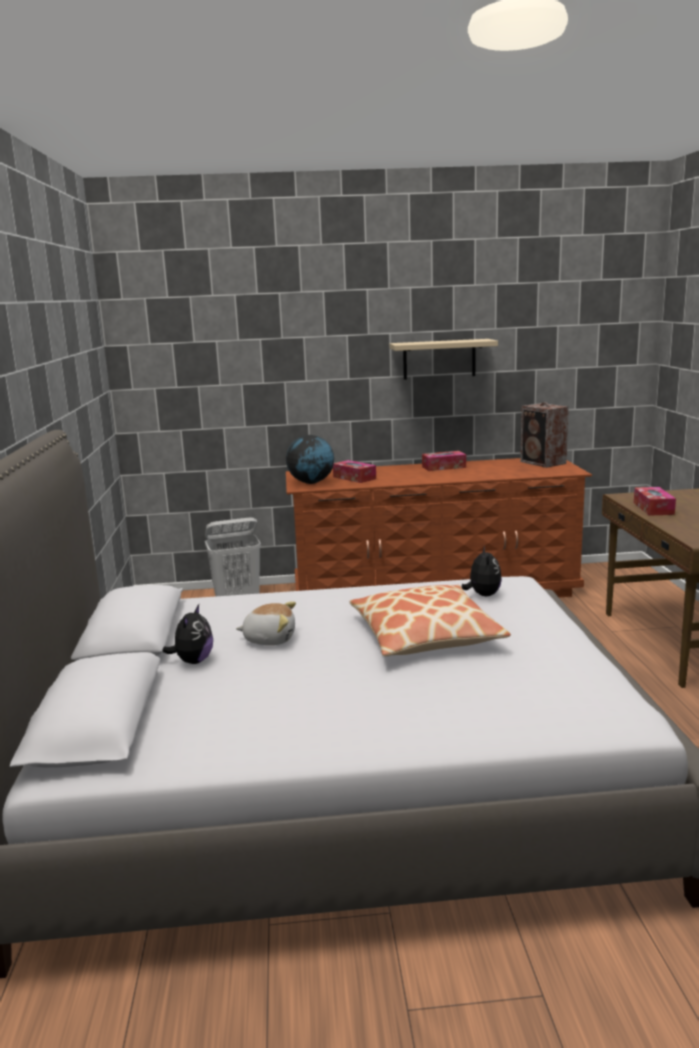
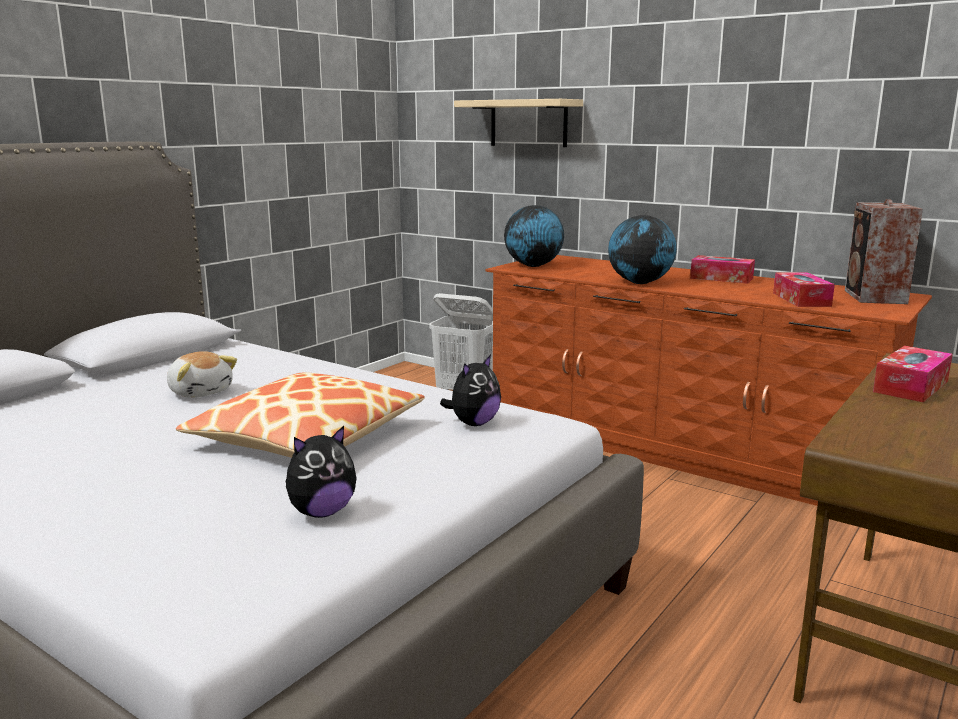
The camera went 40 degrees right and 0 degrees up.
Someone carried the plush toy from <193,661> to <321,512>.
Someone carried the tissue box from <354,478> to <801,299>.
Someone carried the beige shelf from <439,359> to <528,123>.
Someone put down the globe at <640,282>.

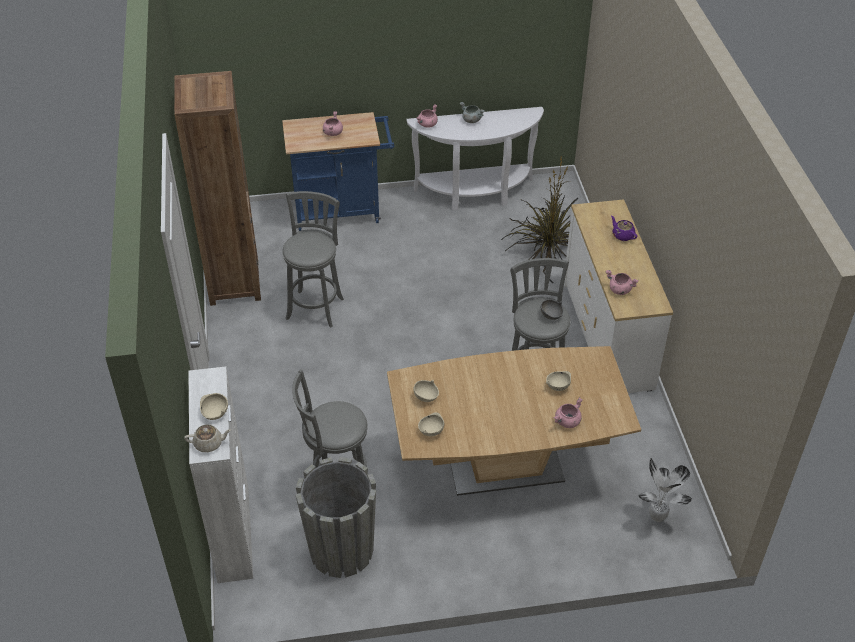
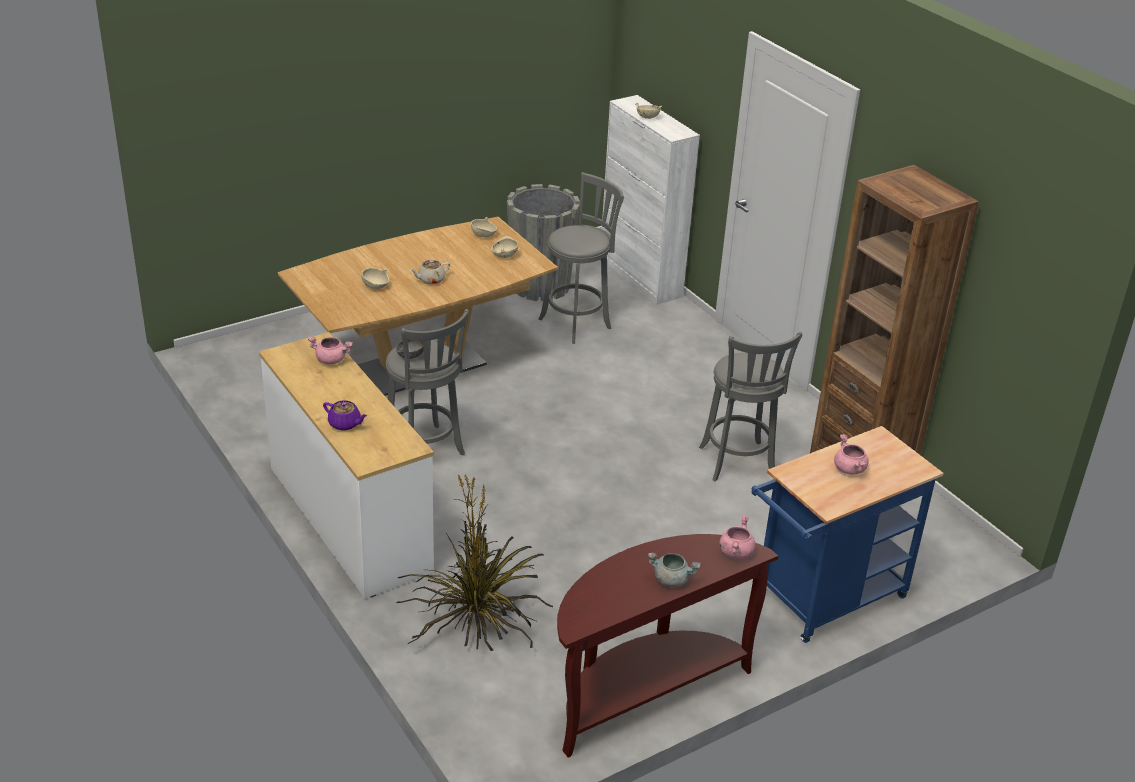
The camera went 155 degrees right and 10 degrees down.
Someone carried the beige teapot from <209,444> to <430,279>.
Someone repainted the white console table at <475,193>, which became the brown console table at <644,692>.
Someone took away the pink cooking pot at <567,422>.
Someone took away the potted plant at <657,518>.

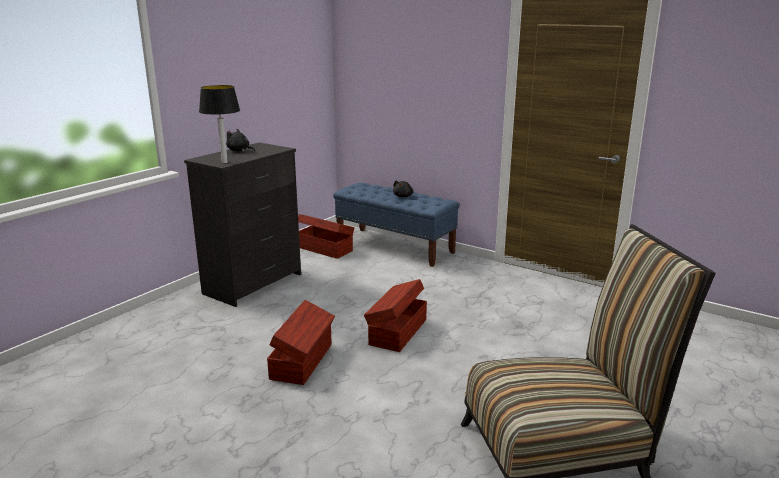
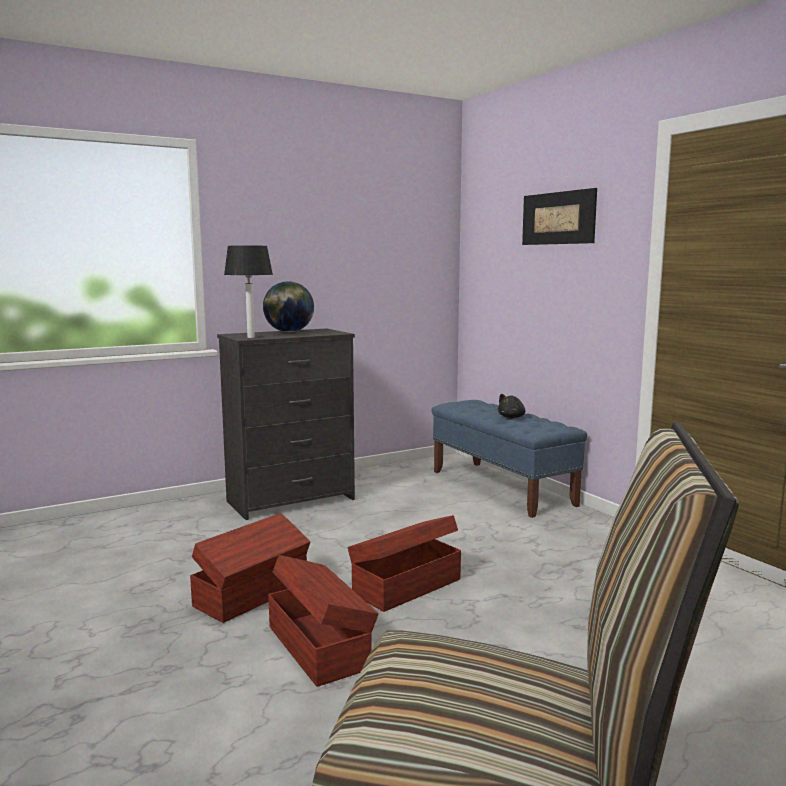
The camera went 25 degrees right and 10 degrees down.
Someone swapped the black plush toy at <239,151> for the globe at <289,332>.
Someone carried the brown storage box from <324,248> to <319,646>.
Someone put up the picture at <558,218>.

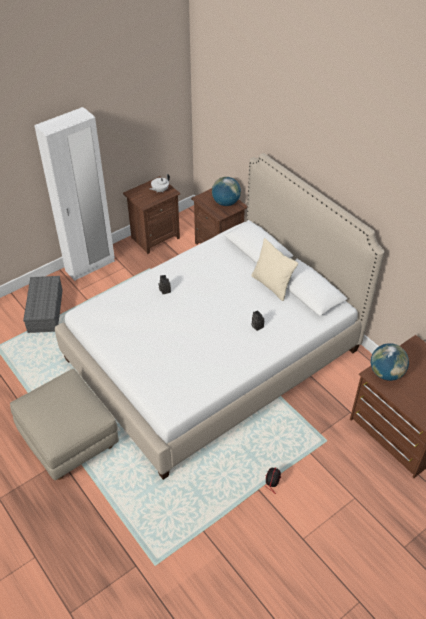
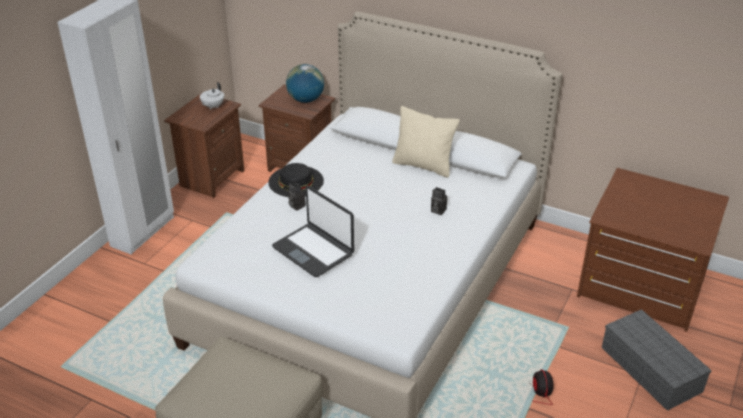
The camera went 25 degrees left and 10 degrees down.
Someone carried the grey storage box from <46,311> to <652,370>.
Someone took away the globe at <386,373>.
Someone put down the black hat at <296,181>.
Someone put down the laptop at <313,250>.

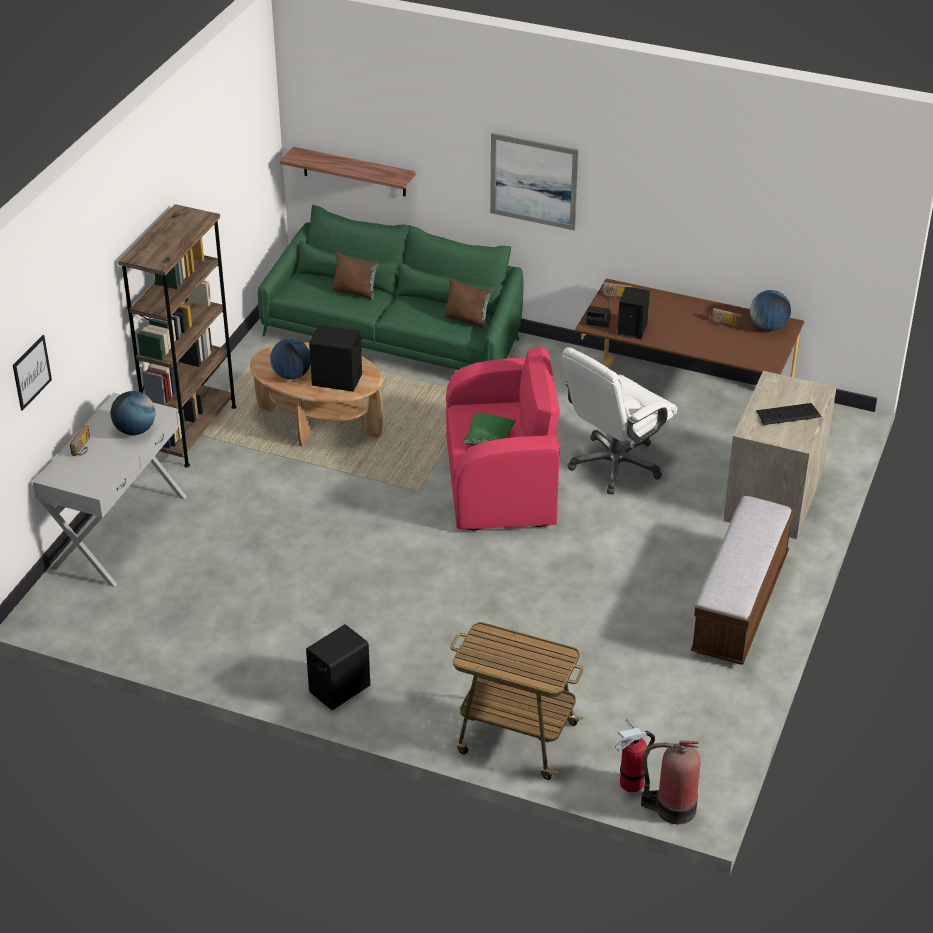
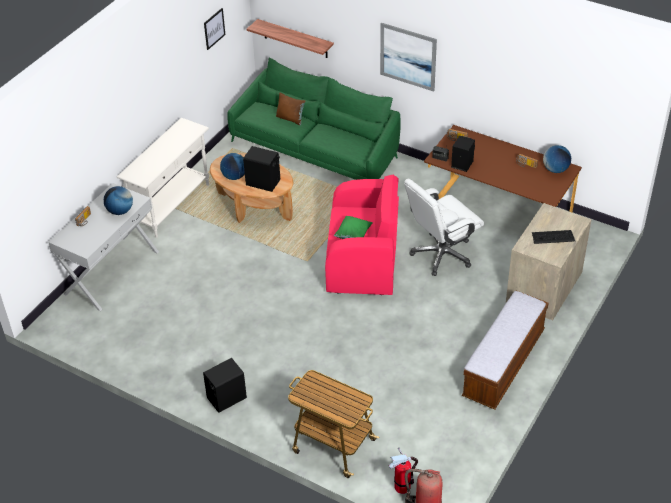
The camera went 10 degrees right and 5 degrees up.
Someone carried the picture from <31,372> to <214,28>.
Someone swapped the brown bookcase at <192,431> for the white console table at <172,206>.
Someone took away the brown pillow at <467,320>.

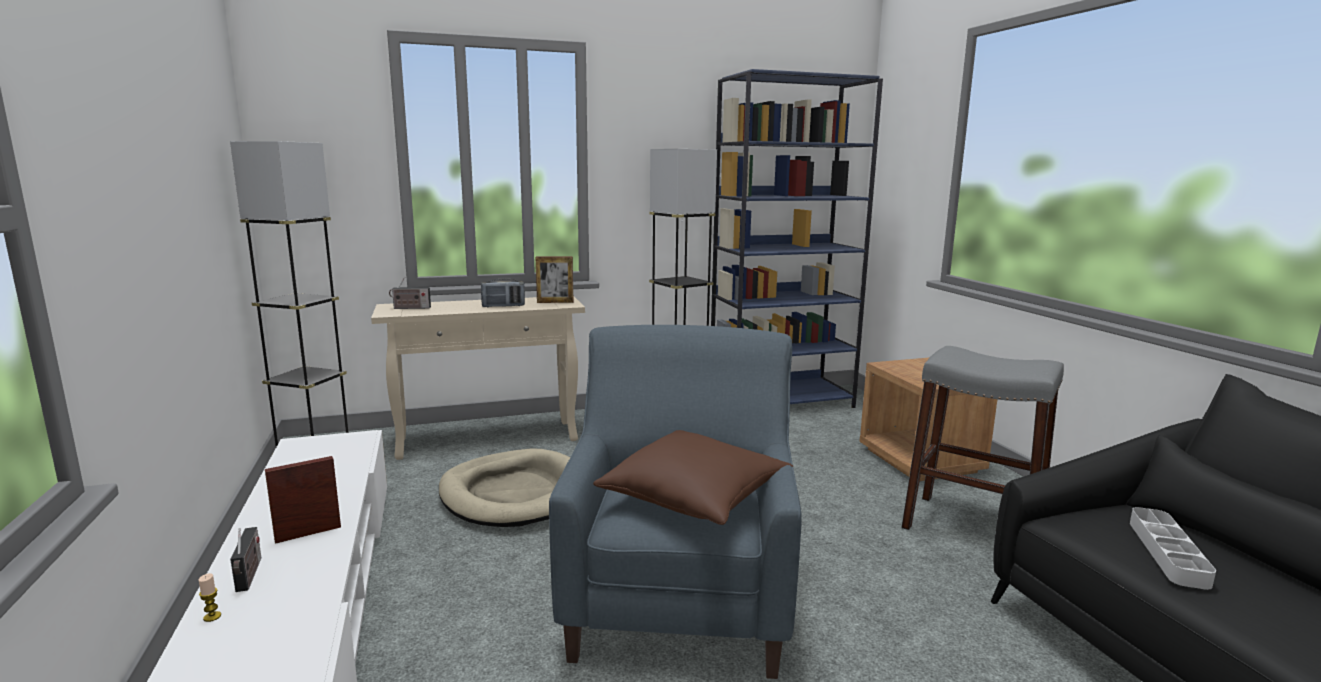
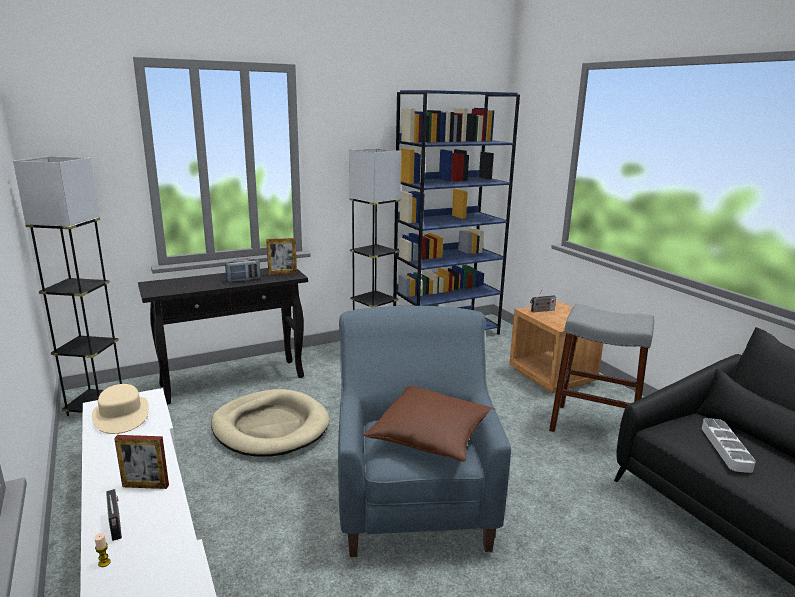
The camera went 10 degrees left and 5 degrees up.
Someone rotated the picture frame at <308,533> by 135 degrees counterclockwise.
Someone repainted the beige console table at <489,439>, which became the black console table at <234,380>.
Someone carried the radio from <410,308> to <541,310>.
Someone put down the beige hat at <121,415>.

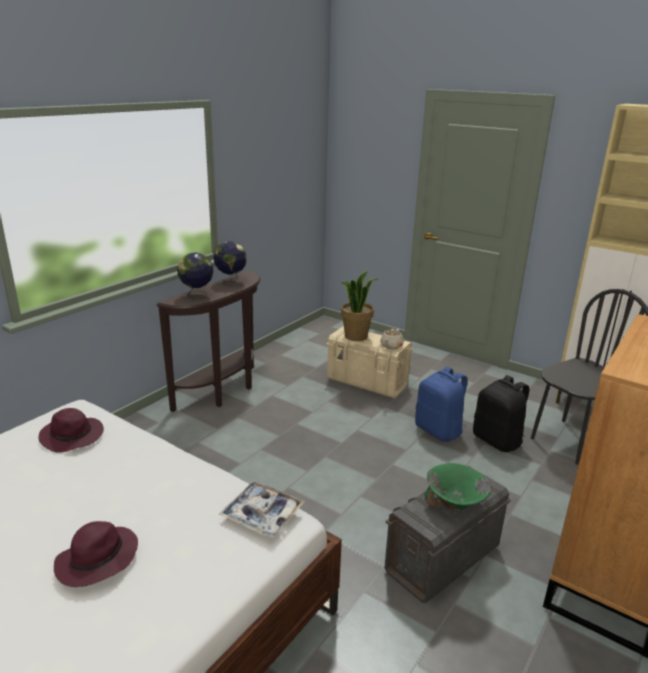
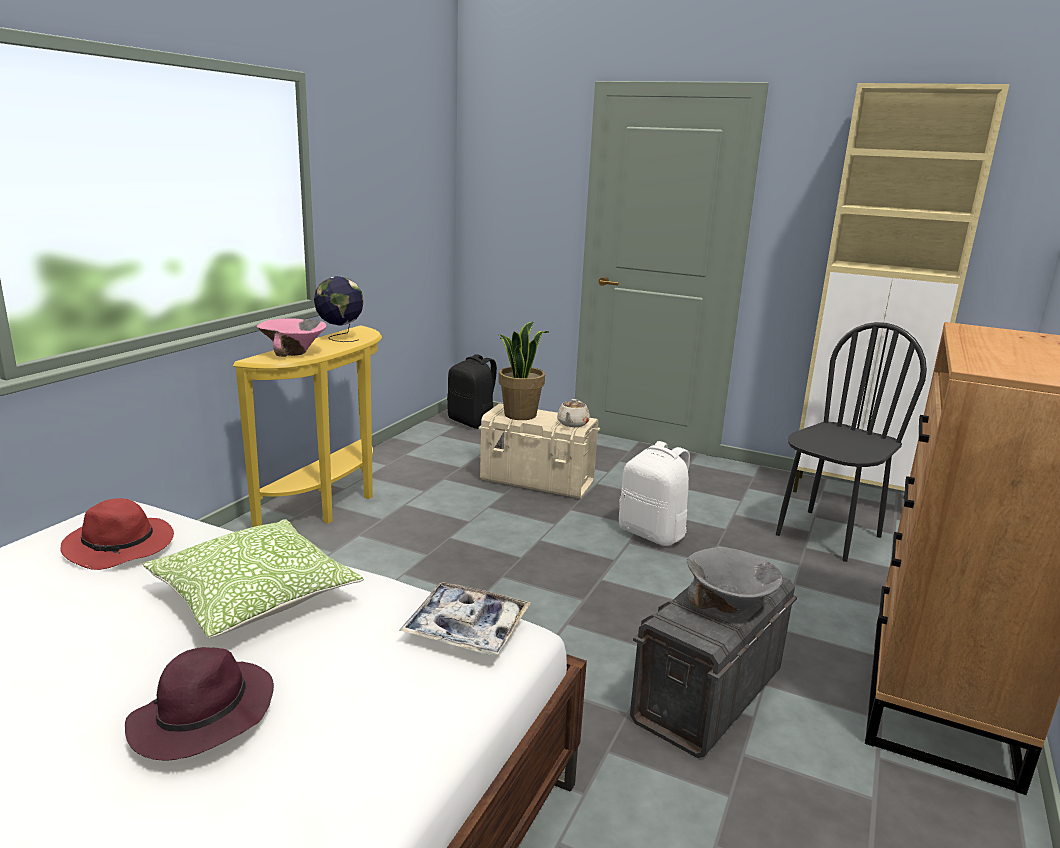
The camera went 10 degrees left and 5 degrees down.
Someone repainted the purple hat at <73,437>, which became the red hat at <121,547>.
Someone repainted the brown console table at <224,391>, which became the yellow console table at <332,503>.
Someone swapped the globe at <197,296> for the pink bowl at <294,353>.
Someone repainted the blue backpack at <439,431>, which became the white backpack at <653,534>.
Someone repainted the green bowl at <454,504>, which became the grey bowl at <728,605>.
Someone carried the black backpack from <497,441> to <473,422>.
Someone put down the pillow at <254,597>.

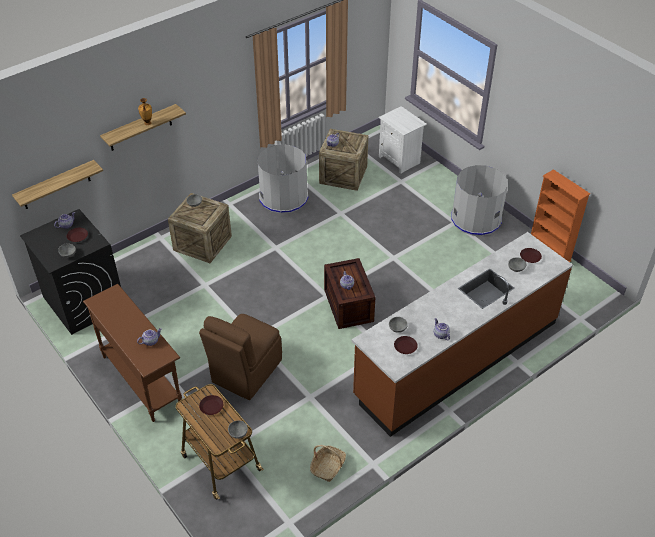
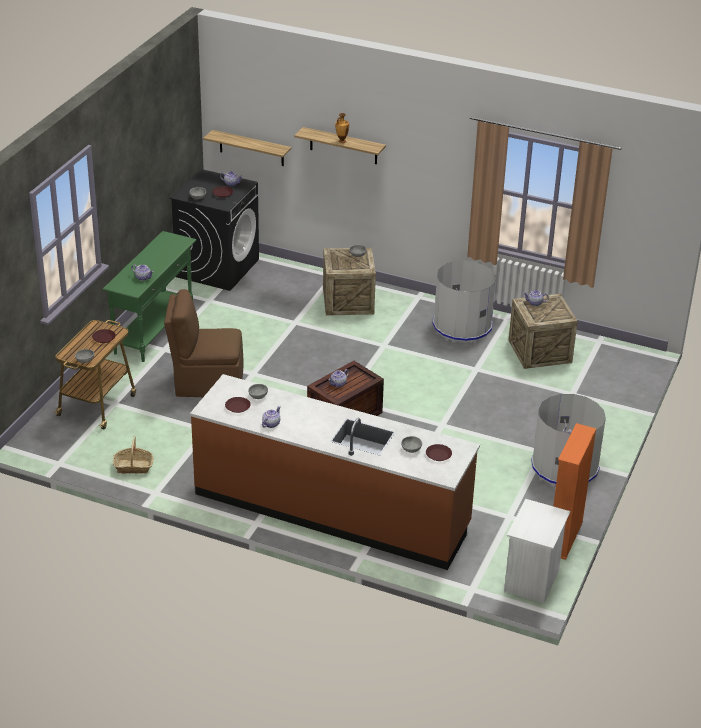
The camera went 60 degrees right and 10 degrees down.
Someone repainted the brown console table at <142,380>, which became the green console table at <154,331>.
Someone carried the white nightstand from <400,160> to <532,581>.

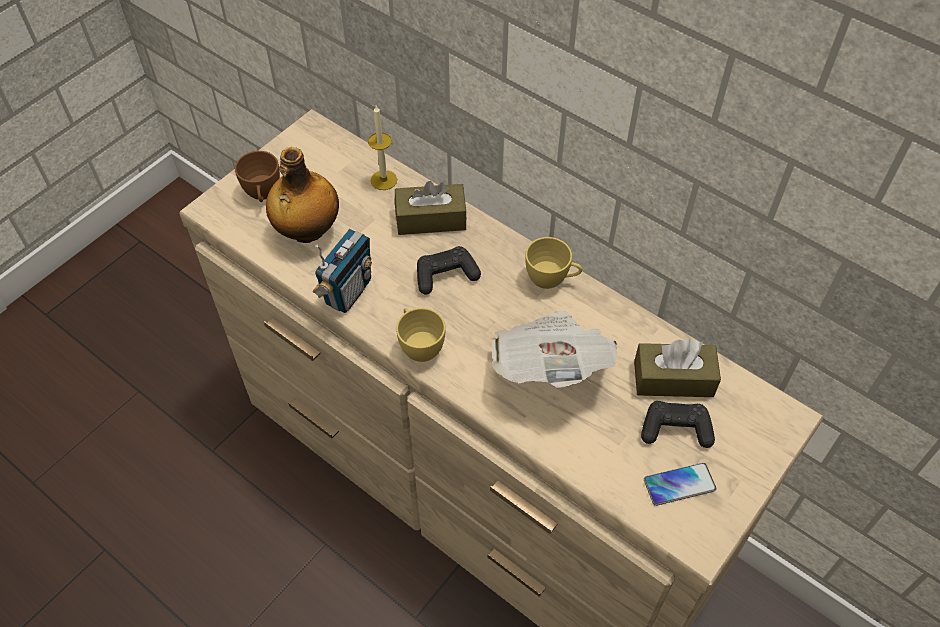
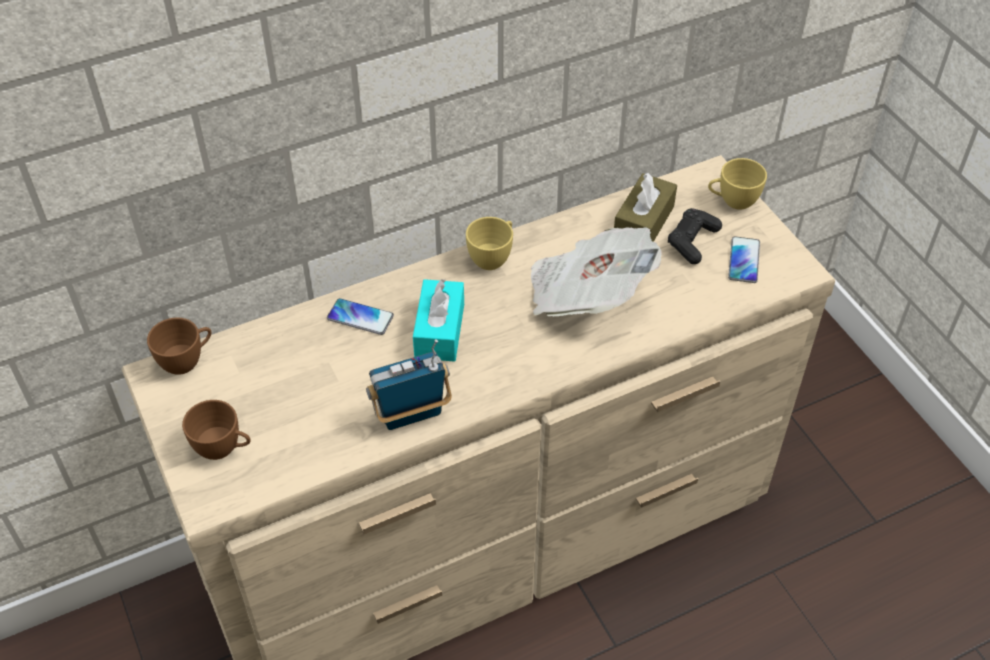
The camera went 65 degrees left and 5 degrees down.
Someone took away the bottle at <307,232>.
Someone rotated the radio at <347,292> by 75 degrees counterclockwise.
Someone took away the candle at <384,180>.
Someone swapped the brown tissue box at <431,219> for the phone at <360,317>.
Someone carried the yellow cup from <419,345> to <732,201>.
Someone swapped the black game controller at <446,275> for the turquoise tissue box at <439,331>.
Someone put down the brown cup at <187,361>.

